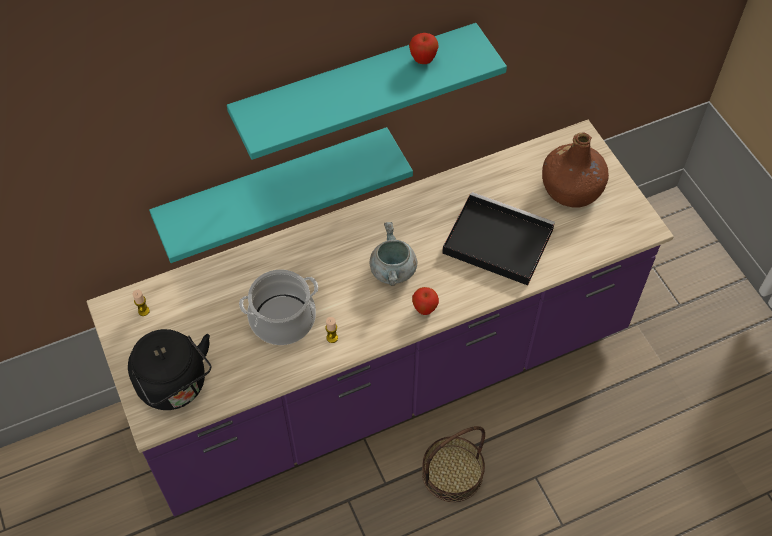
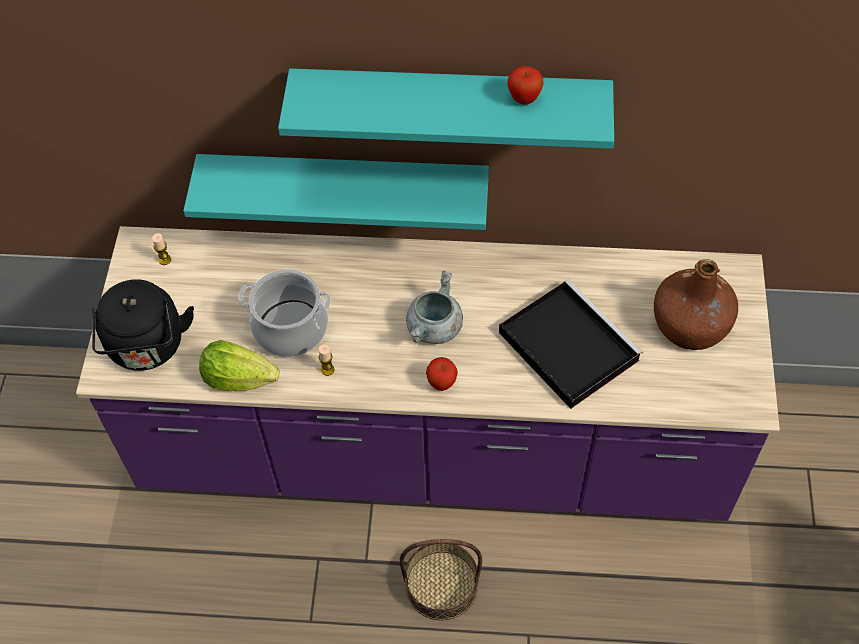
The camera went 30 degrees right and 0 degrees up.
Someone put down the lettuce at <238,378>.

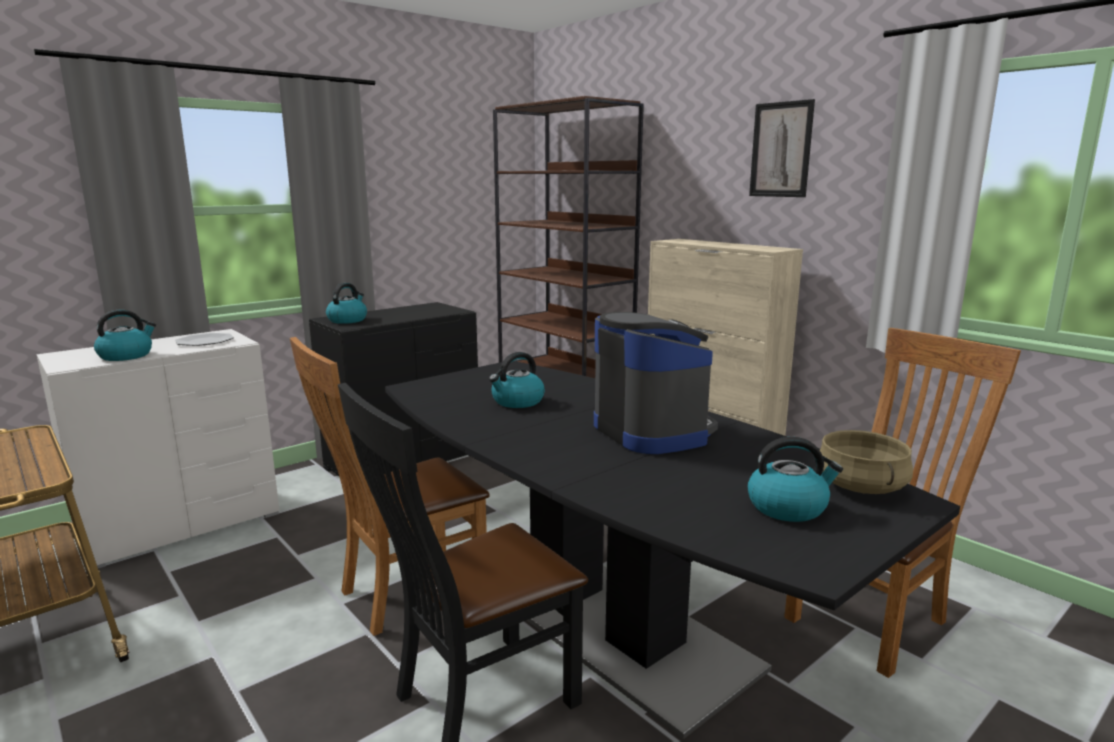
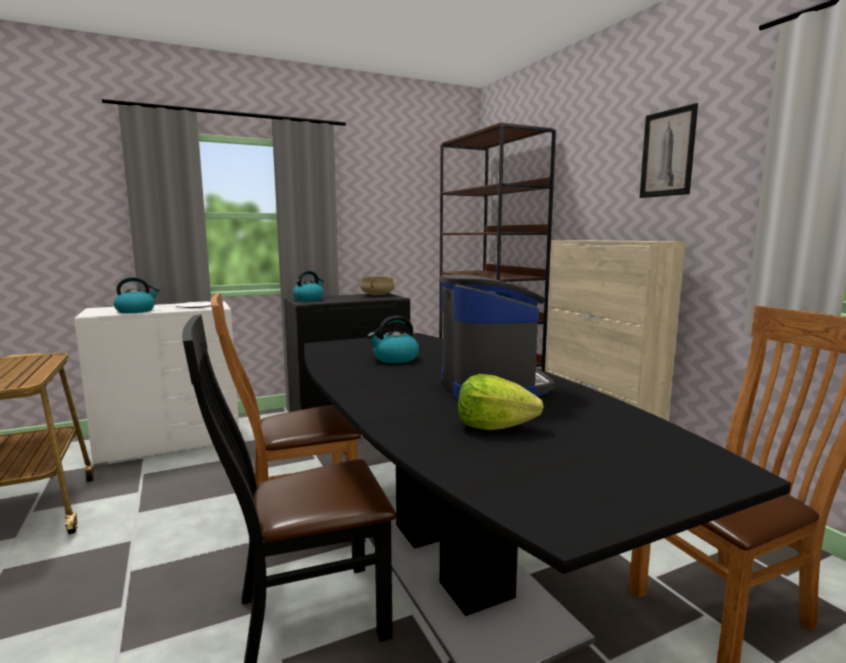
The camera went 15 degrees right and 5 degrees down.
Someone took away the kettle at <788,507>.
Someone carried the beige cooking pot from <861,487> to <377,295>.
Someone put down the lettuce at <494,426>.

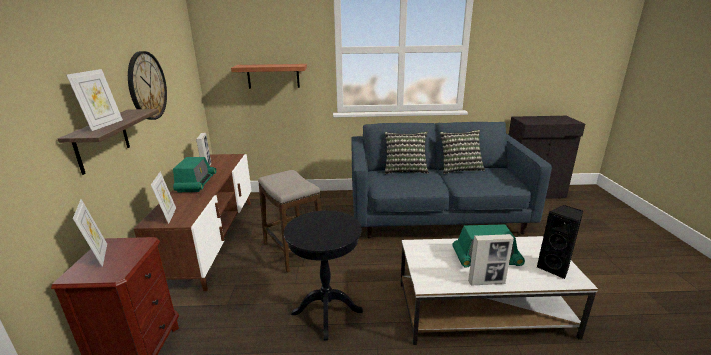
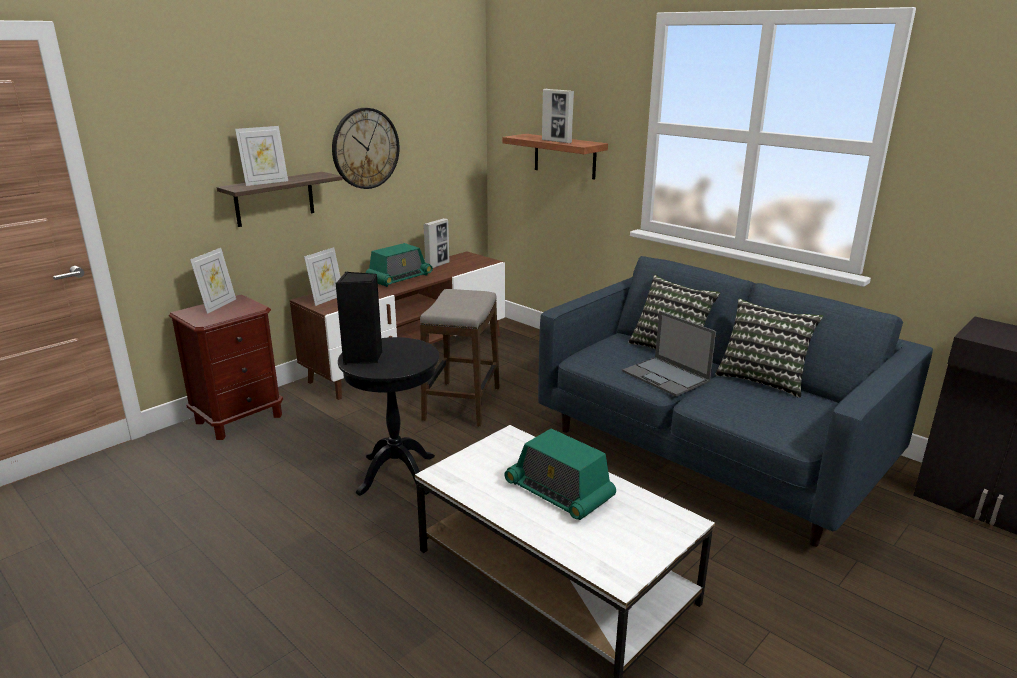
The camera went 45 degrees right and 0 degrees up.
Someone carried the picture frame from <486,282> to <556,141>.
Someone carried the black speaker from <555,268> to <363,358>.
Someone put down the laptop at <666,377>.

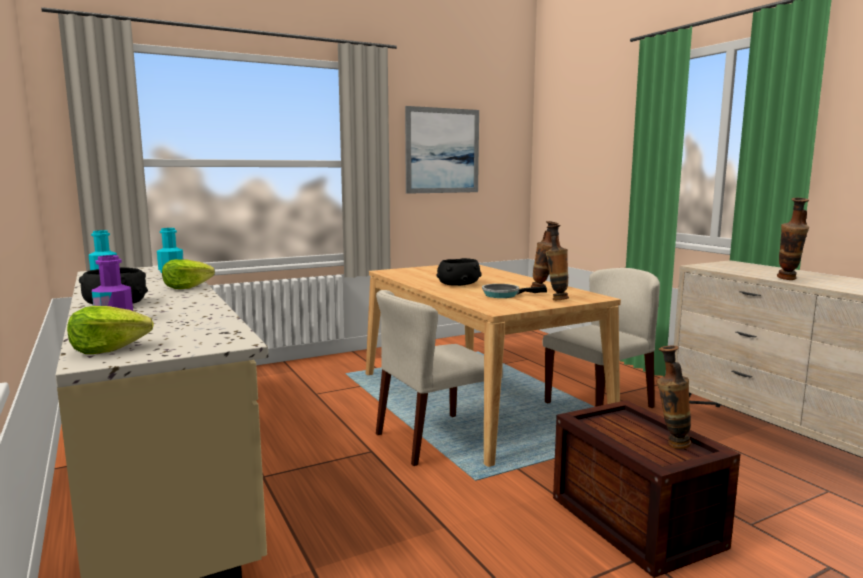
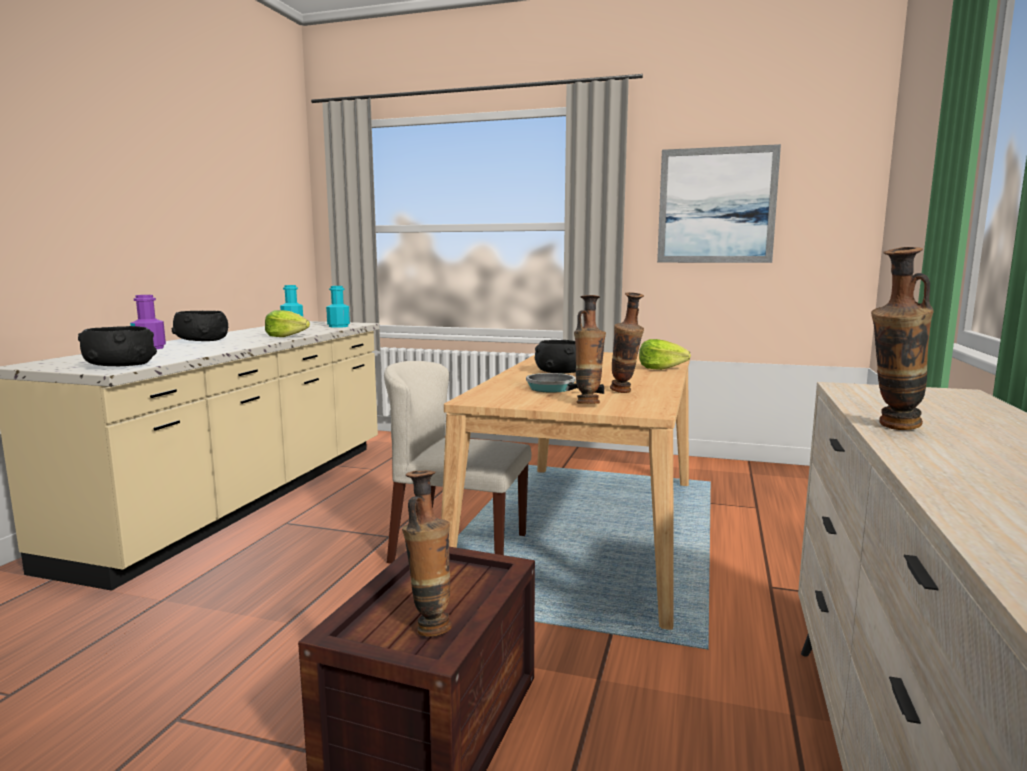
The camera went 45 degrees right and 0 degrees up.
Someone carried the lettuce from <108,349> to <661,368>.
Someone took away the beige chair at <599,404>.
Someone put down the black bowl at <119,365>.

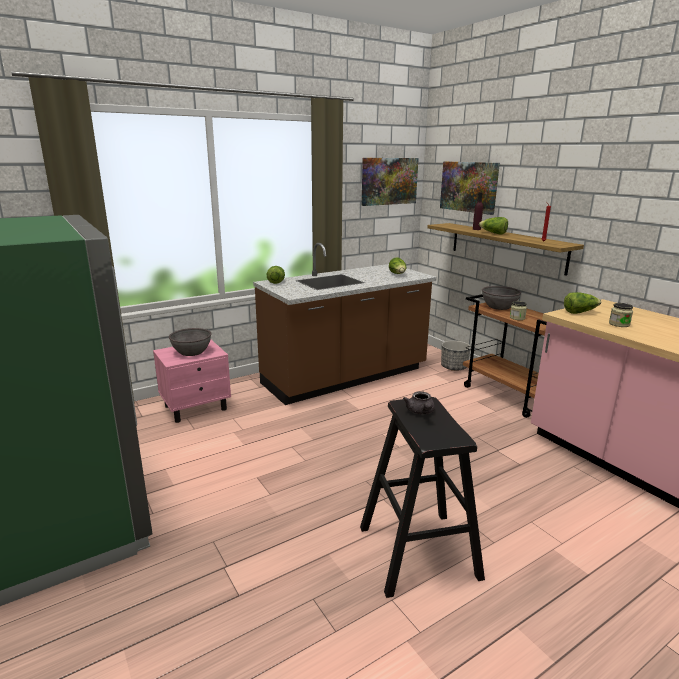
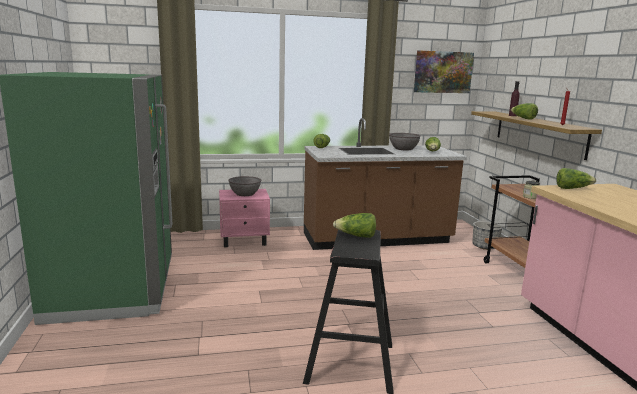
The camera went 20 degrees right and 5 degrees down.
Someone swapped the grey teapot at <420,412> for the lettuce at <356,236>.
Someone took away the picture at <469,186>.
Someone carried the grey bowl from <499,307> to <403,149>.
Someone took away the jar at <619,324>.

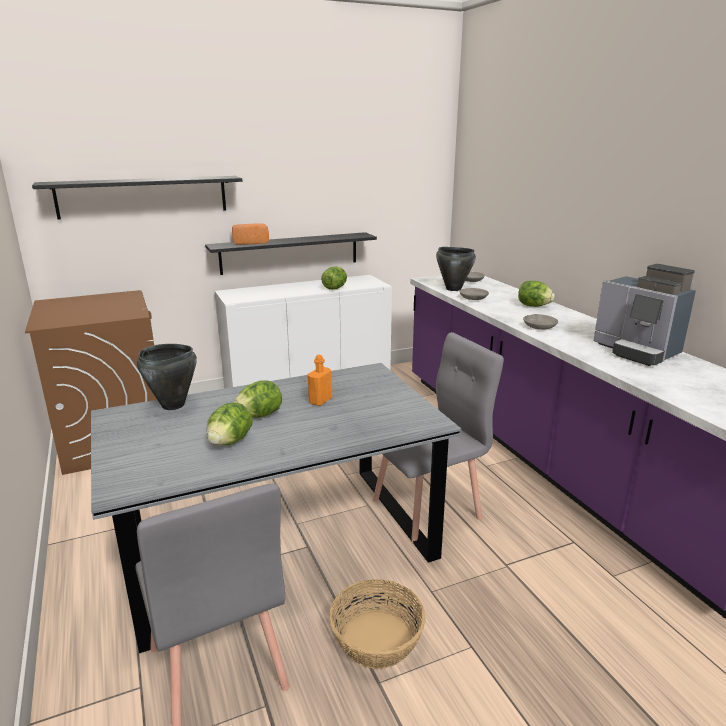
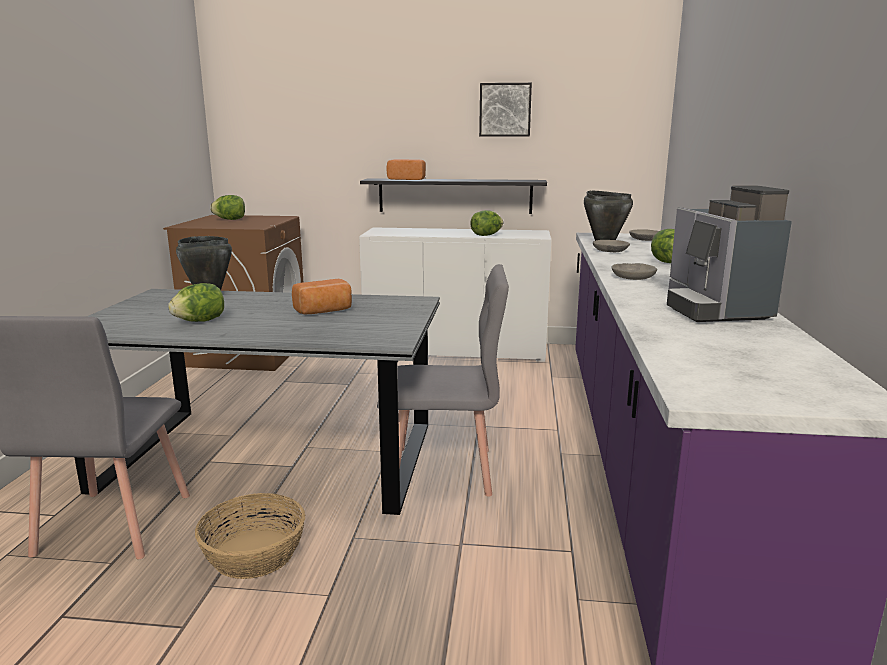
The camera went 30 degrees right and 5 degrees down.
Someone took away the black shelf at <143,196>.
Someone carried the lettuce from <259,415> to <230,219>.
Someone swapped the orange bottle at <320,401> for the bread at <324,311>.
Someone put up the picture at <505,110>.

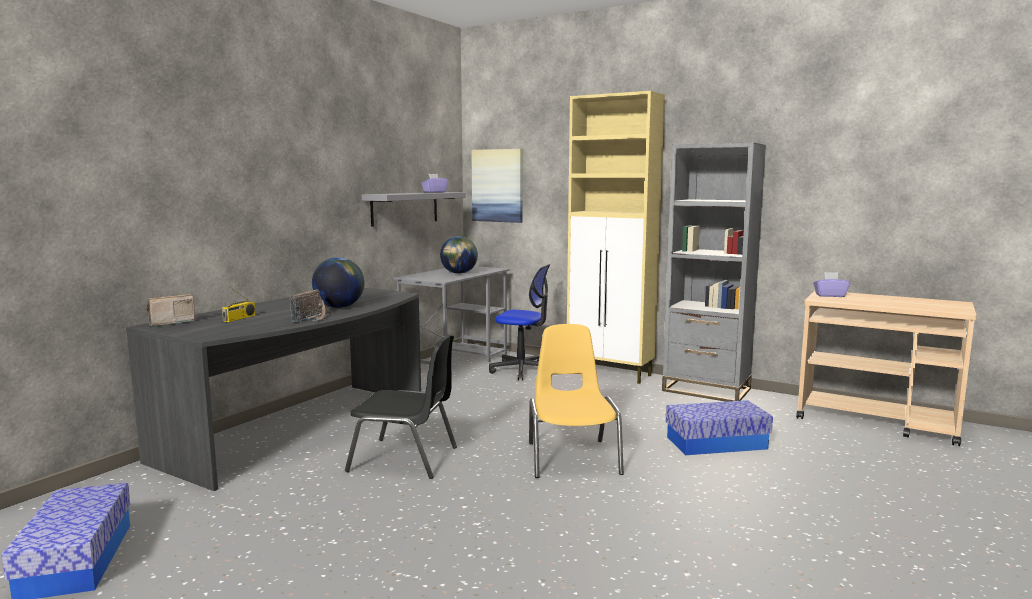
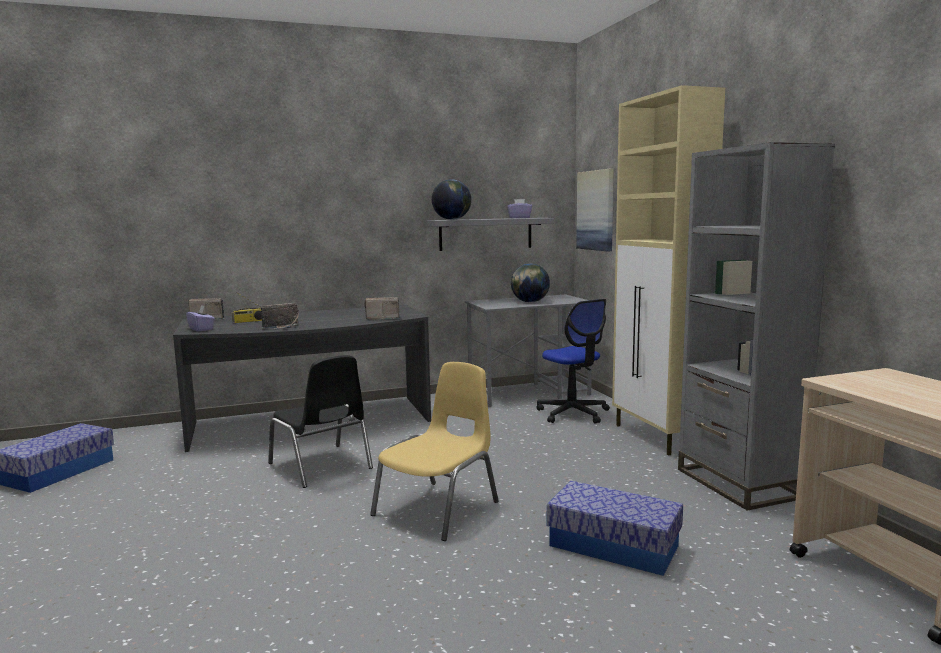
The camera went 40 degrees right and 0 degrees up.
Someone carried the globe from <339,307> to <452,219>.
Someone carried the purple tissue box from <830,295> to <201,329>.
Someone put down the radio at <381,319>.

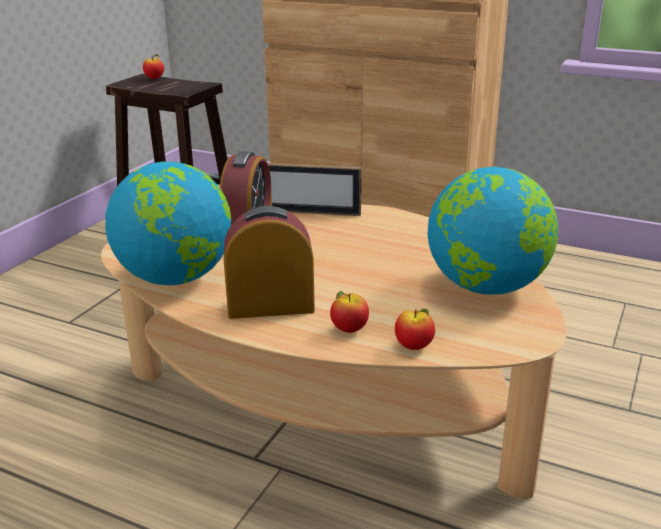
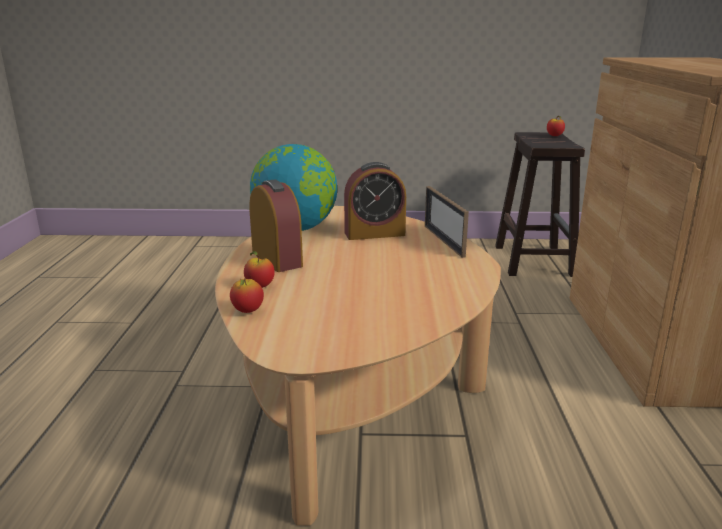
The camera went 65 degrees right and 5 degrees down.
Someone took away the globe at <487,287>.

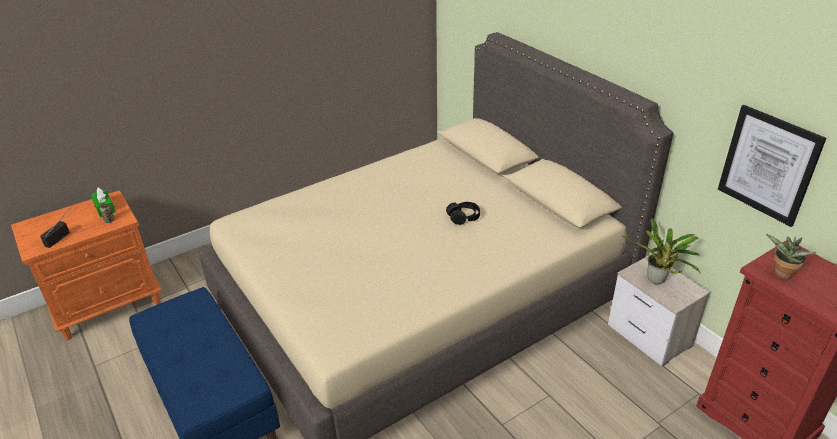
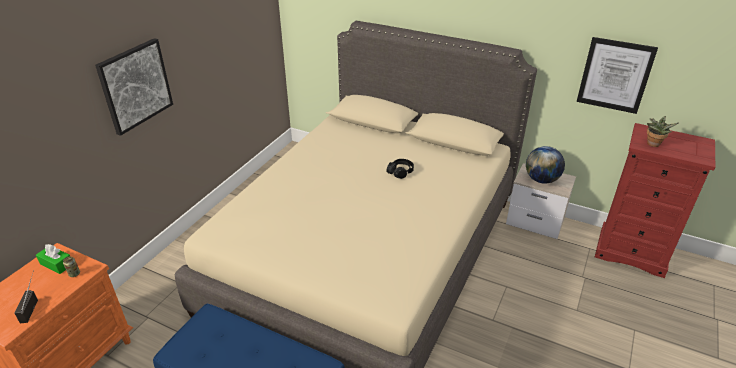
The camera went 30 degrees left and 0 degrees up.
Someone swapped the potted plant at <657,281> for the globe at <541,180>.
Someone put up the picture at <135,85>.

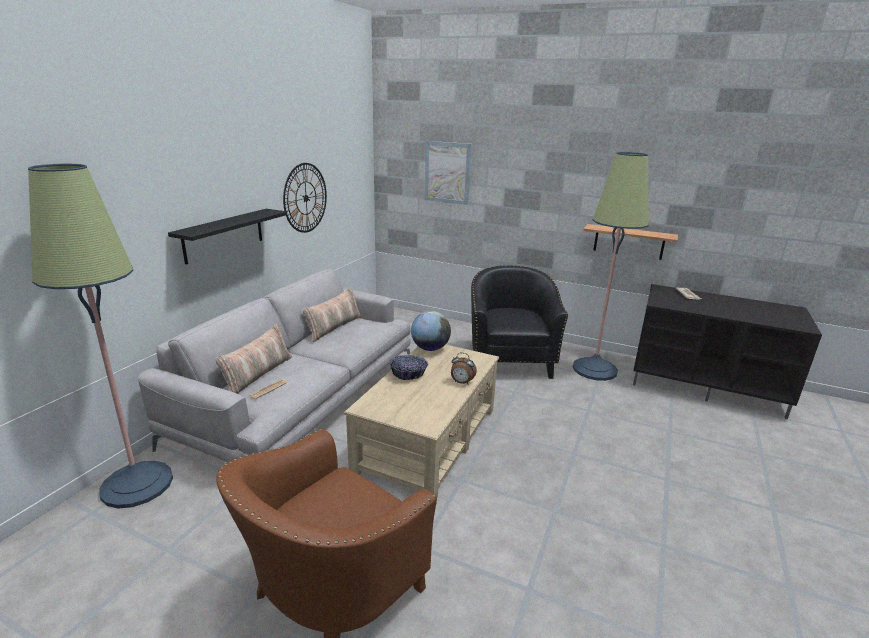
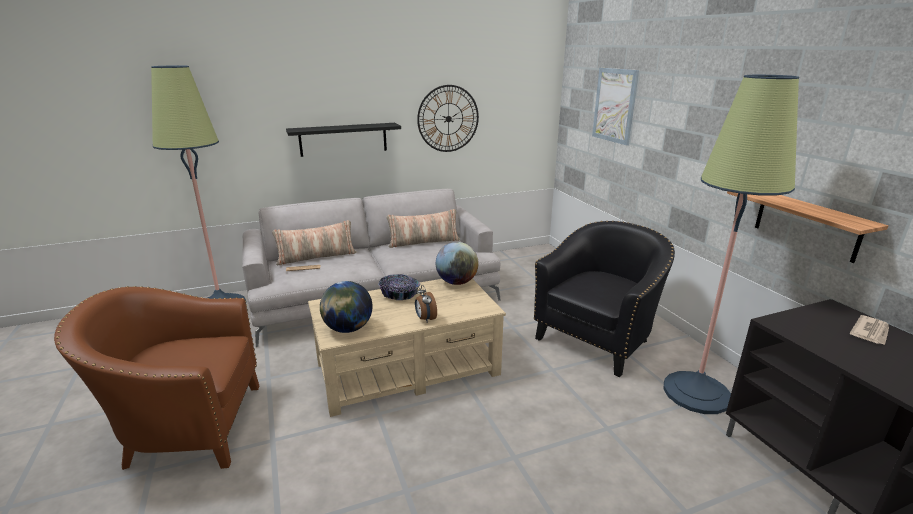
The camera went 45 degrees right and 0 degrees up.
Someone put down the globe at <348,329>.

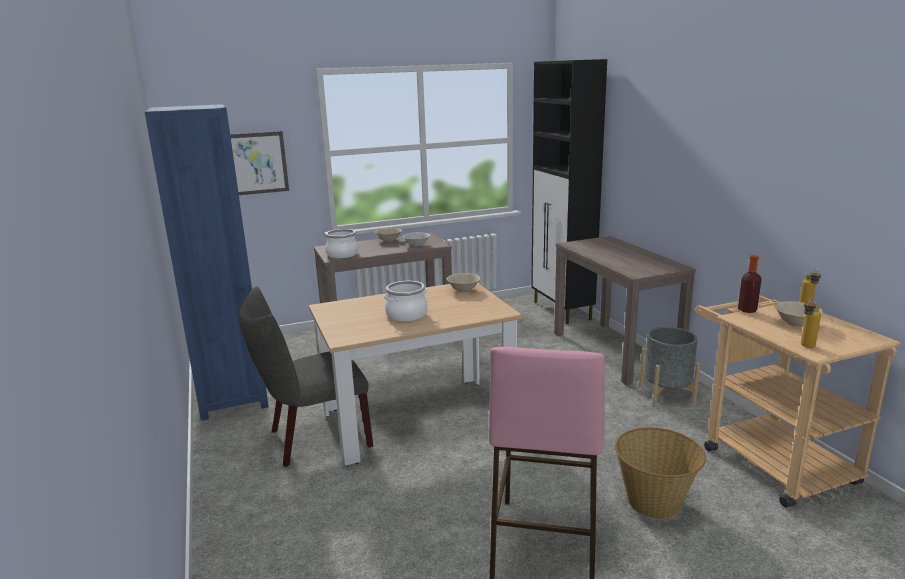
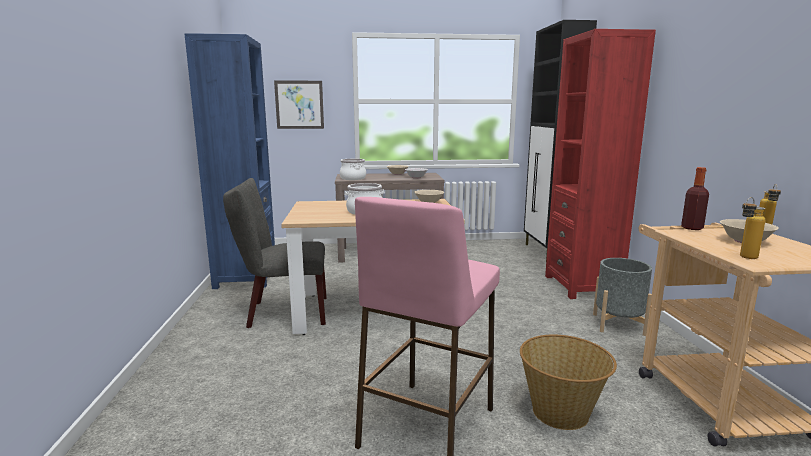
The camera went 15 degrees right and 5 degrees down.
Someone swapped the brown console table at <615,351> for the red bookcase at <582,286>.

